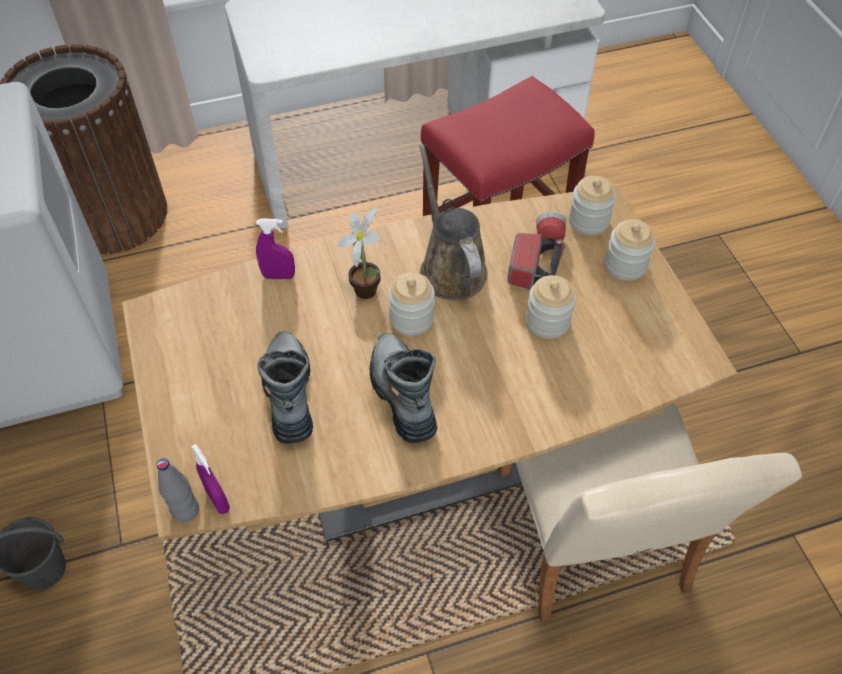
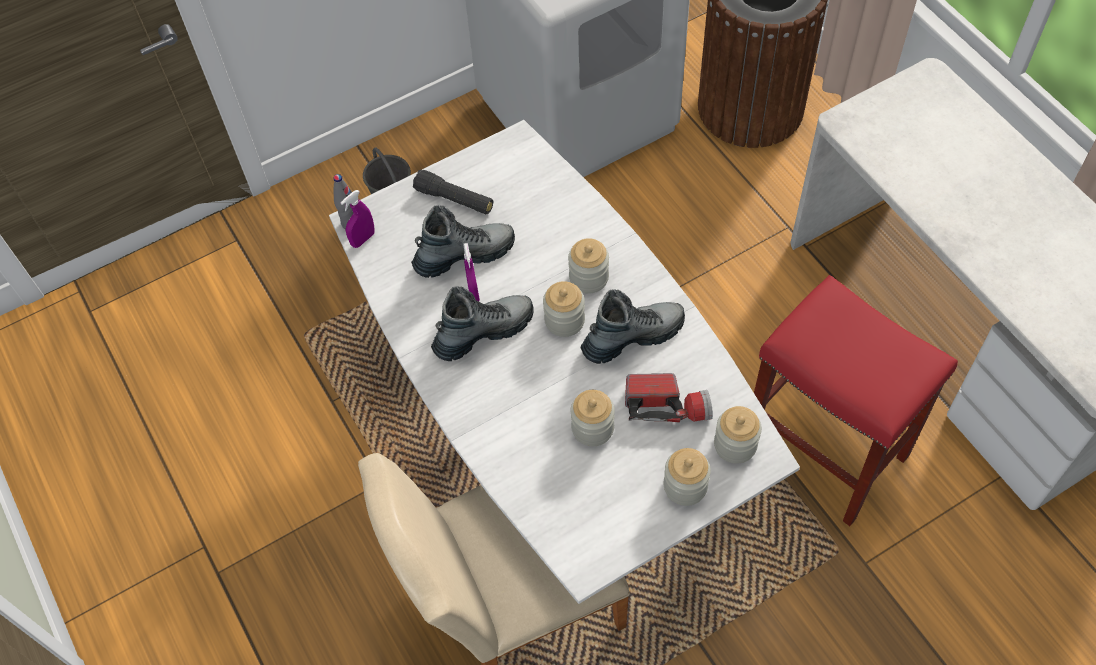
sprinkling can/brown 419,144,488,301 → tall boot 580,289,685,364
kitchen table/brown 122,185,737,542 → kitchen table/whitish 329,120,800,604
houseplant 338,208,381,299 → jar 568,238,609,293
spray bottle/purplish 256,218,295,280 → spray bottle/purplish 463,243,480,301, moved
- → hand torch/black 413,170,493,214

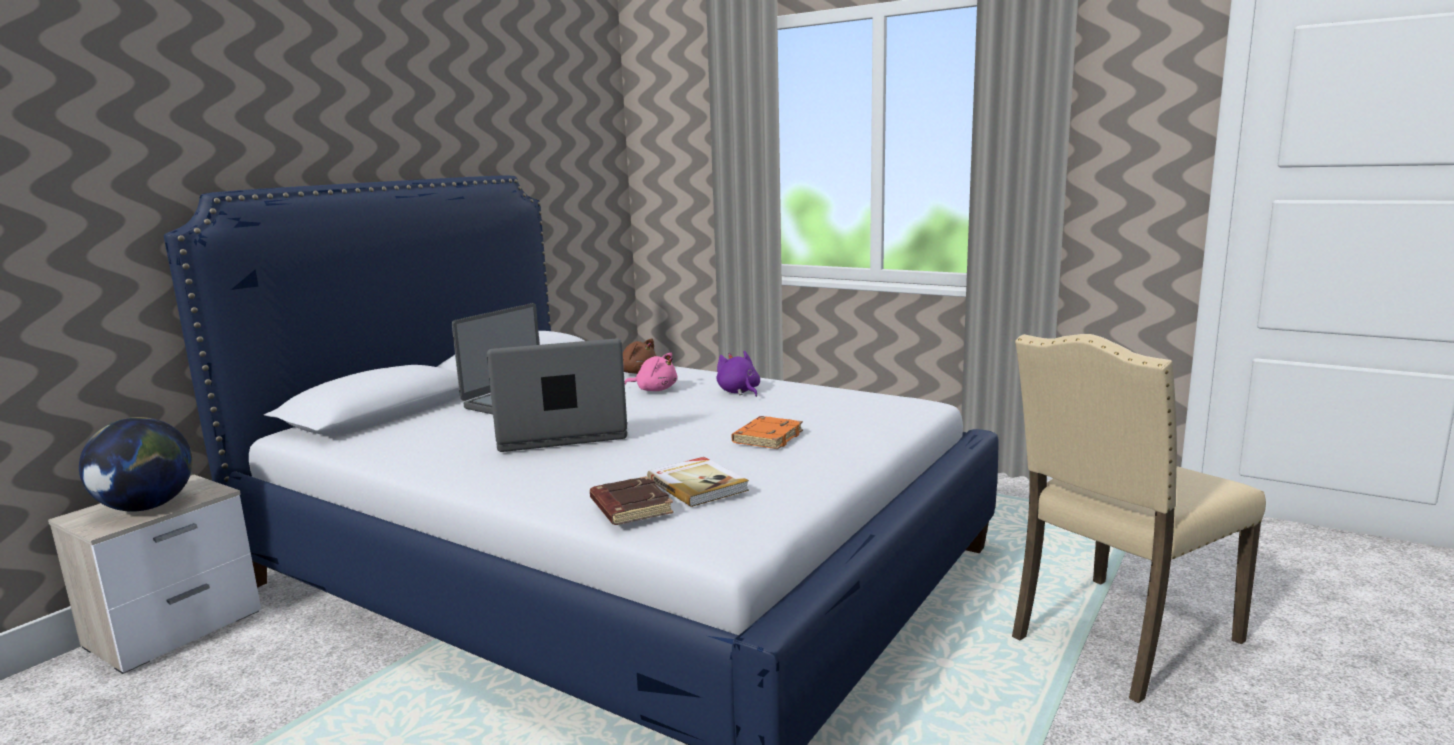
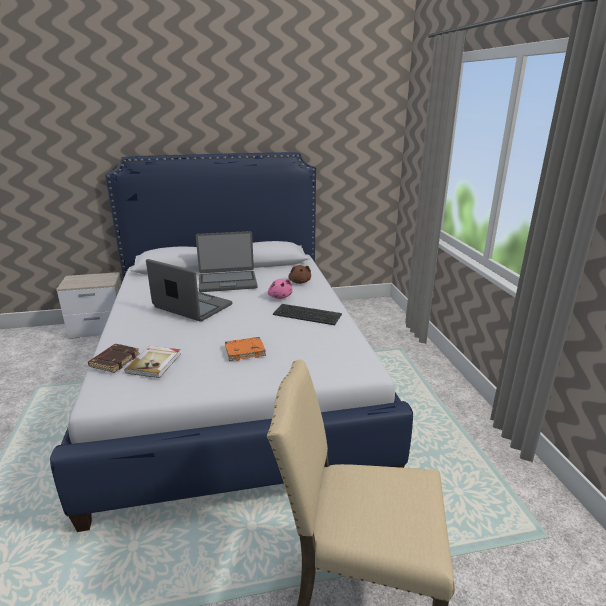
soft toy/purplish 717,351,760,397 → keyboard 273,304,342,325
desk globe 79,417,193,511 → -

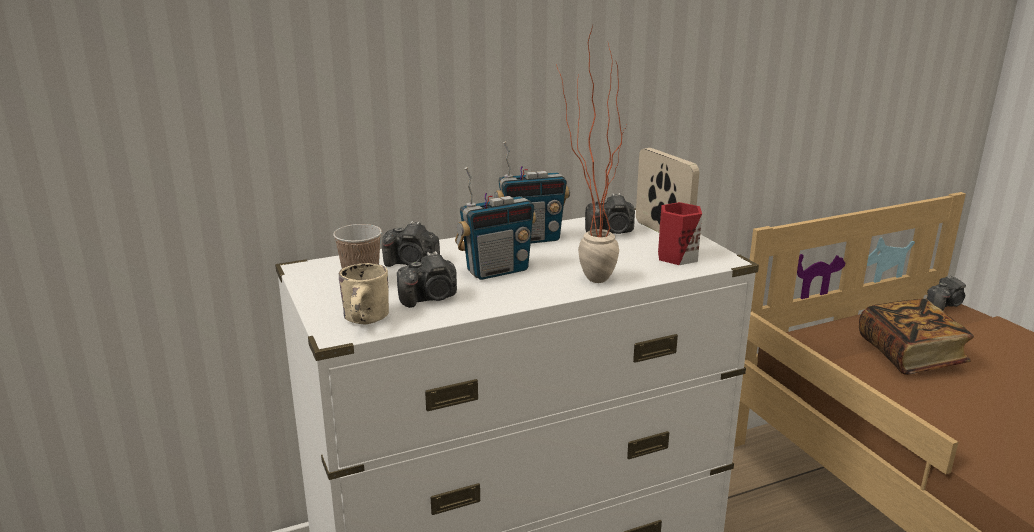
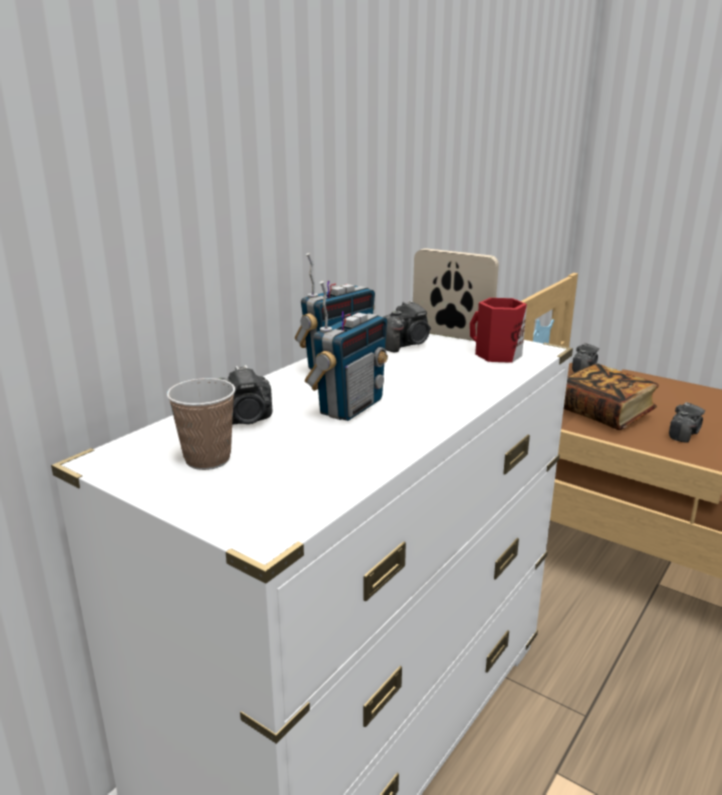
houseplant 556,25,627,283 → -
still camera 397,251,457,308 → still camera 669,402,705,443, moved
mug/beige 339,263,389,324 → -

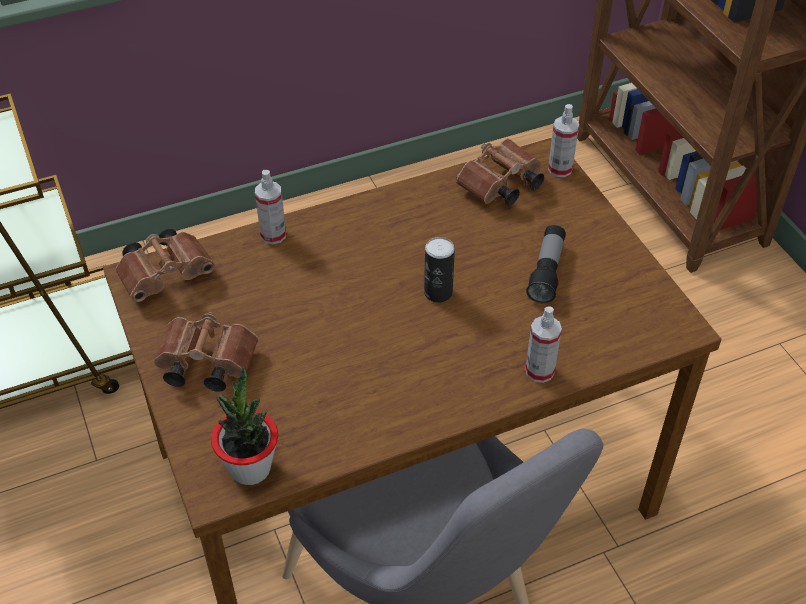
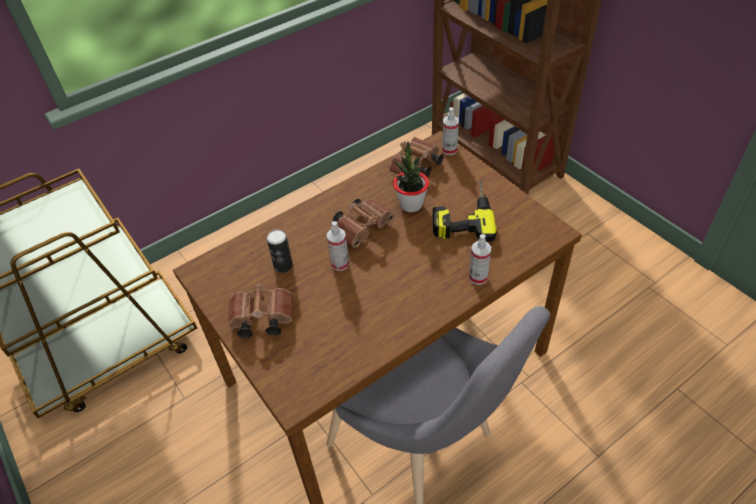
spray bottle 255,170,286,244 → spray bottle 327,221,349,271, moved
hand torch 526,225,566,303 → electric drill 433,180,497,242
pair of binoculars/brown 116,229,215,302 → pair of binoculars/brown 333,199,395,248, moved
metal can 424,237,455,303 → metal can 267,230,293,273, moved
houseplant 211,367,278,485 → houseplant 393,141,429,212, moved

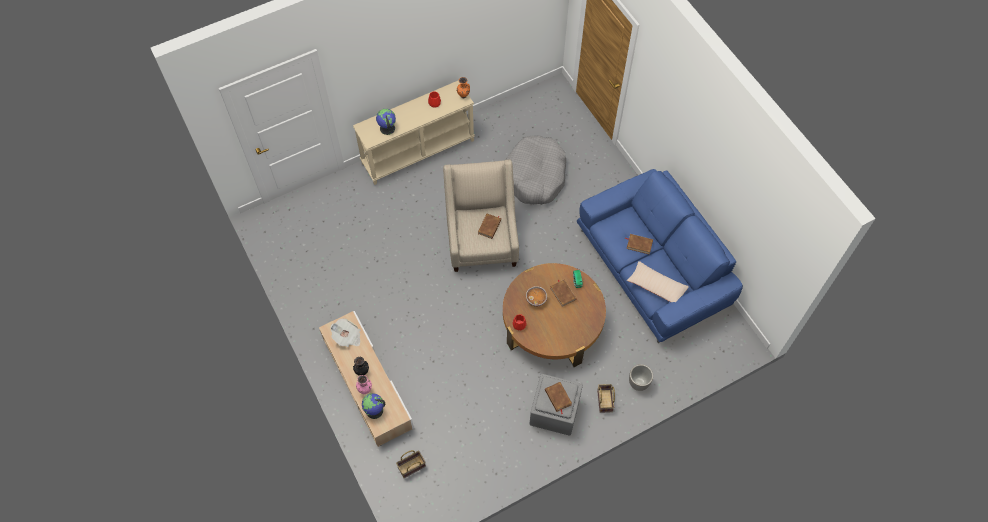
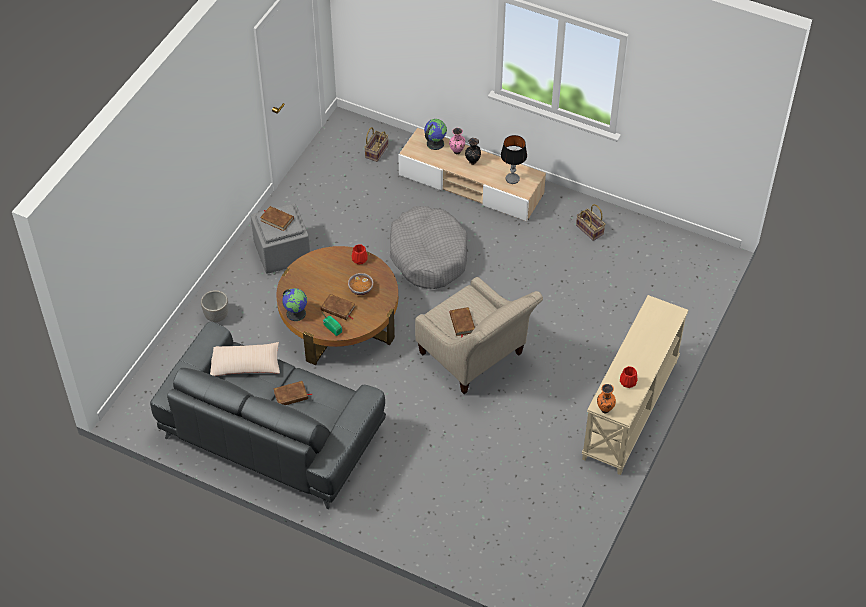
desk globe 376,109,396,135 → desk globe 282,288,307,321, moved
dog cushion/greyish 506,136,566,204 → dog cushion/greyish 390,206,467,289, moved
sofa/blue-coloured 577,169,743,343 → sofa/greyish 150,322,386,509
daily paper 330,318,361,347 → lamp for a table 501,135,527,184
basket 597,384,615,413 → basket 576,204,605,241, moved

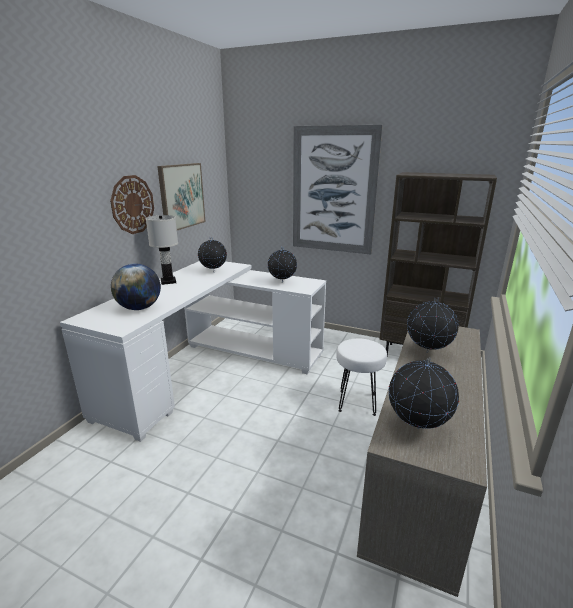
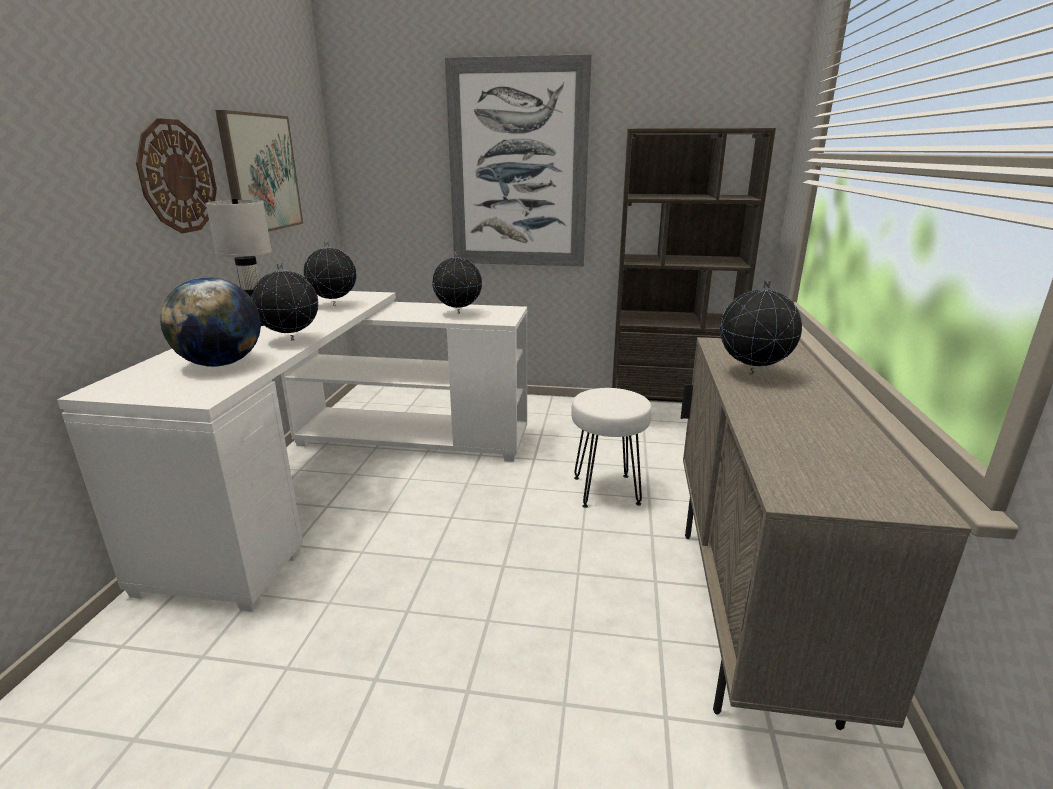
desk globe 389,357,459,429 → desk globe 252,263,318,341, moved

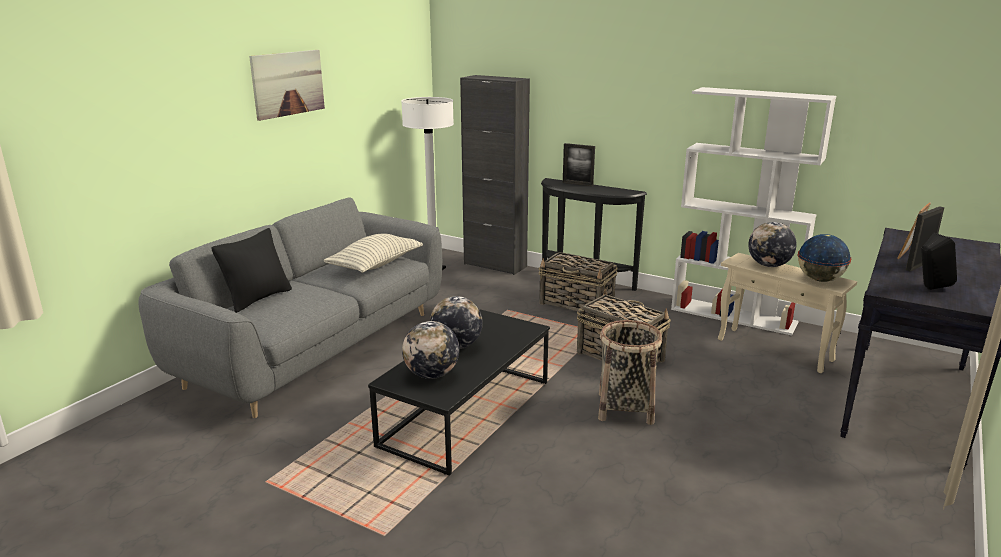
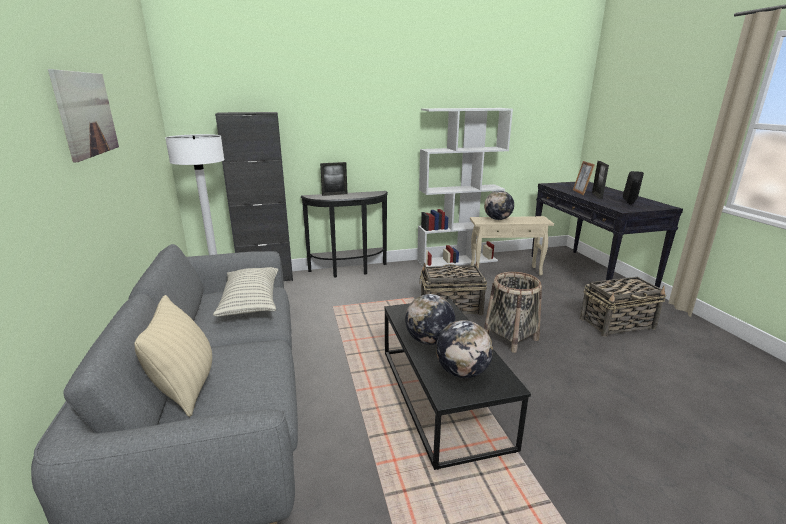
throw pillow/black 211,228,292,313 → throw pillow/beige 134,295,212,417
desk globe 798,234,851,282 → -
basket 538,252,618,311 → basket 580,277,666,337, moved

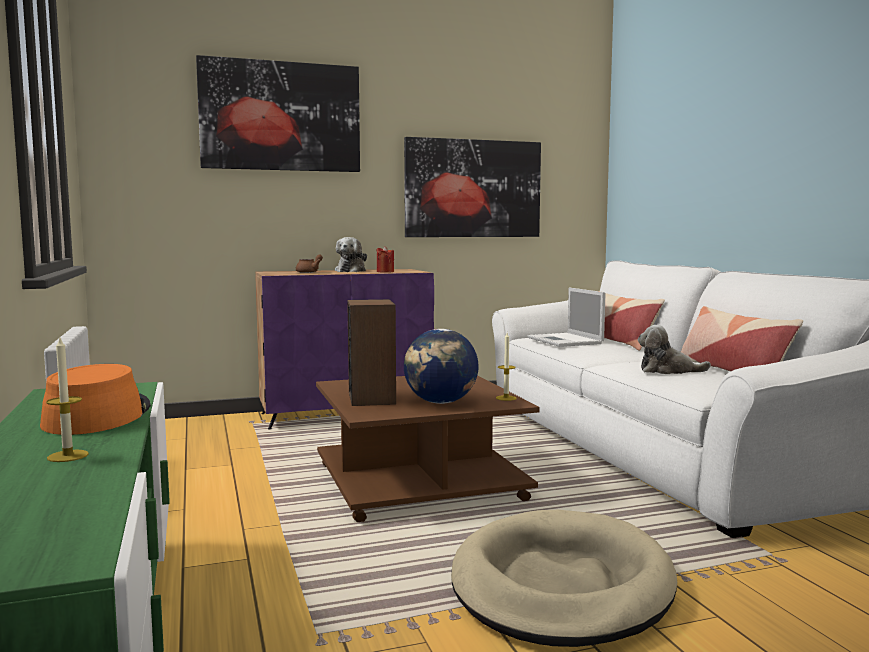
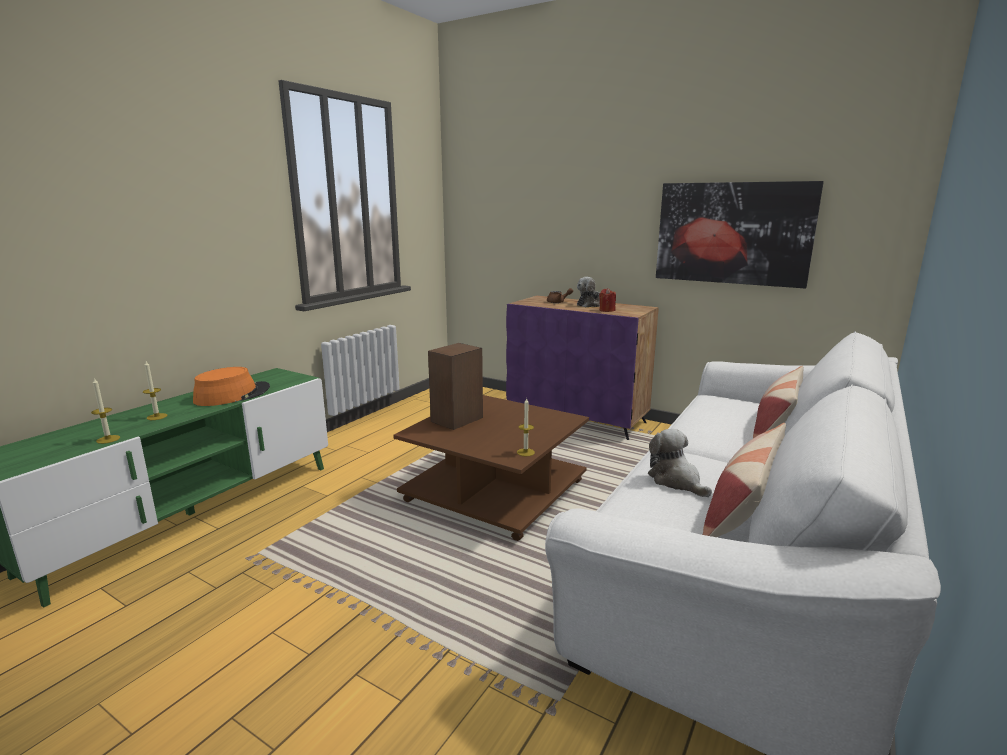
wall picture 196,55,360,172 → -
portable computer 527,287,606,347 → -
desk globe 404,329,479,404 → -
dog cushion/beige 451,510,677,647 → -
- → wax candle 91,378,120,444

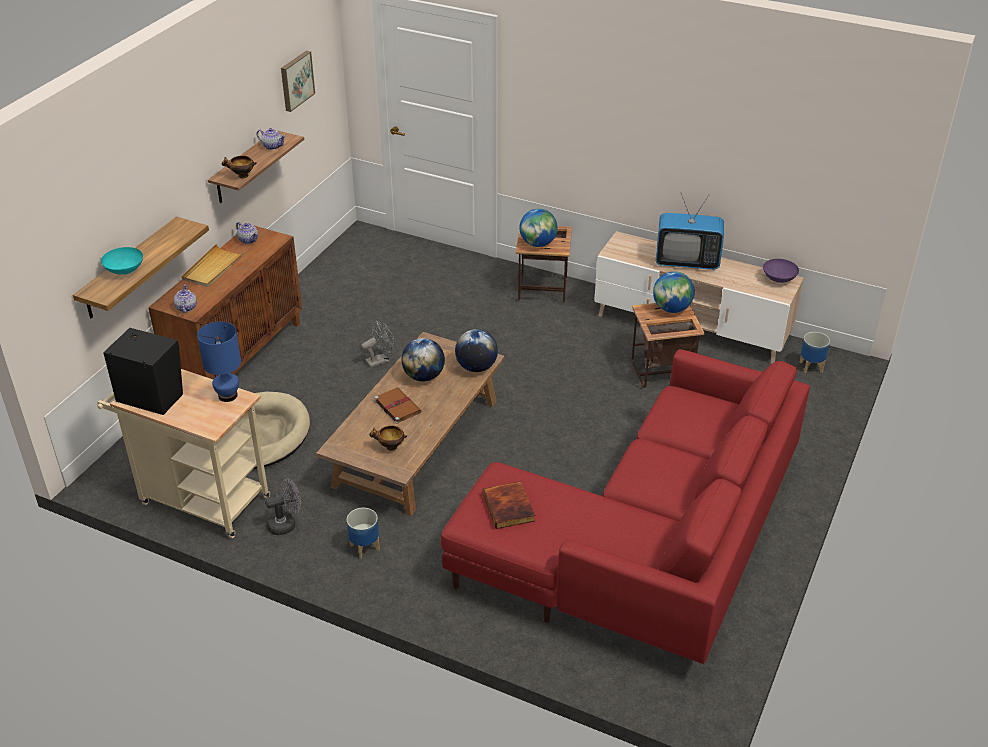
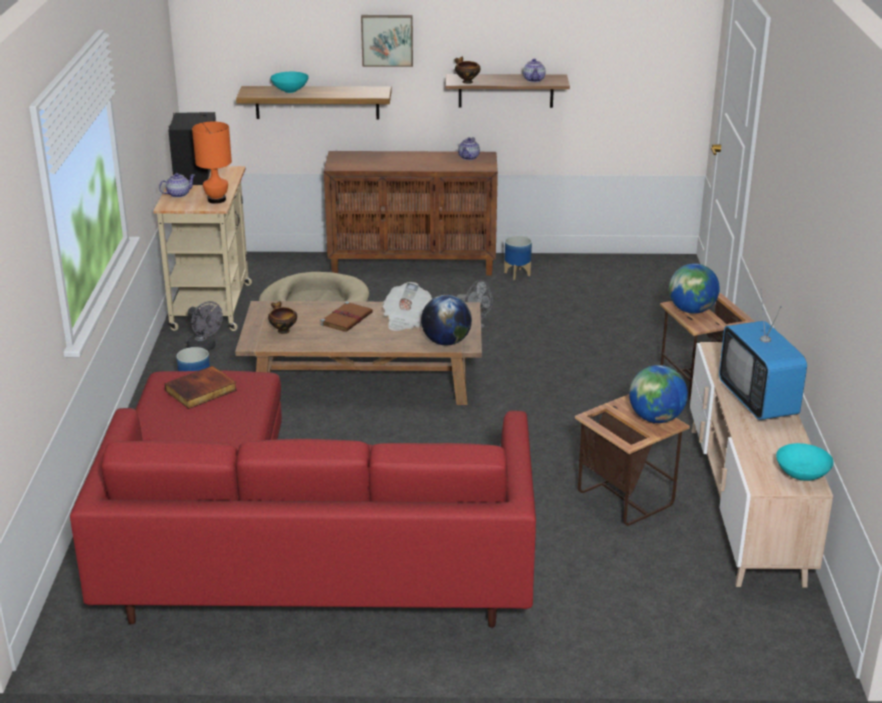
wall picture 281,51,315,112 → wall picture 361,15,413,67, moved
carrying tray/beige 182,244,245,287 → -
deep dish/purplish 763,259,799,283 → deep dish/turquoise-coloured 776,443,834,481
teapot 174,284,197,313 → teapot 159,173,195,198, moved
lamp for a table/blue-coloured 197,321,241,402 → lamp for a table/orange 192,122,232,204
planter 800,332,830,373 → planter 504,236,532,280, moved
desk globe 401,338,445,381 → daily paper 382,282,432,331

